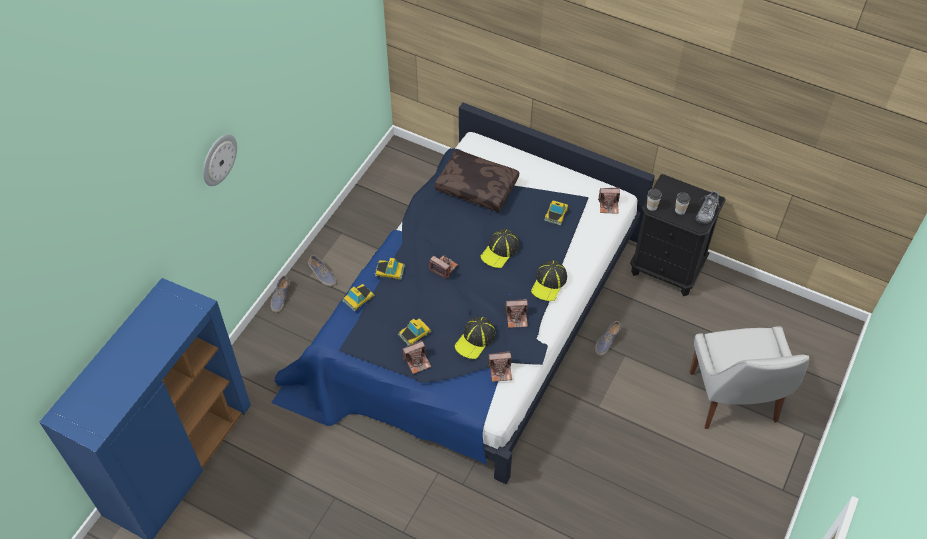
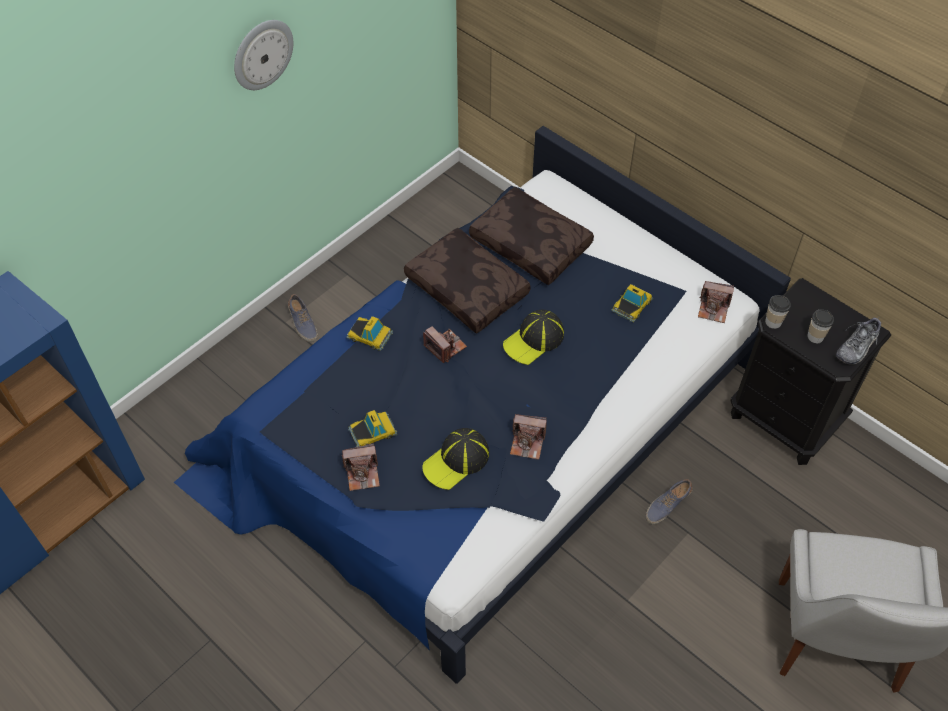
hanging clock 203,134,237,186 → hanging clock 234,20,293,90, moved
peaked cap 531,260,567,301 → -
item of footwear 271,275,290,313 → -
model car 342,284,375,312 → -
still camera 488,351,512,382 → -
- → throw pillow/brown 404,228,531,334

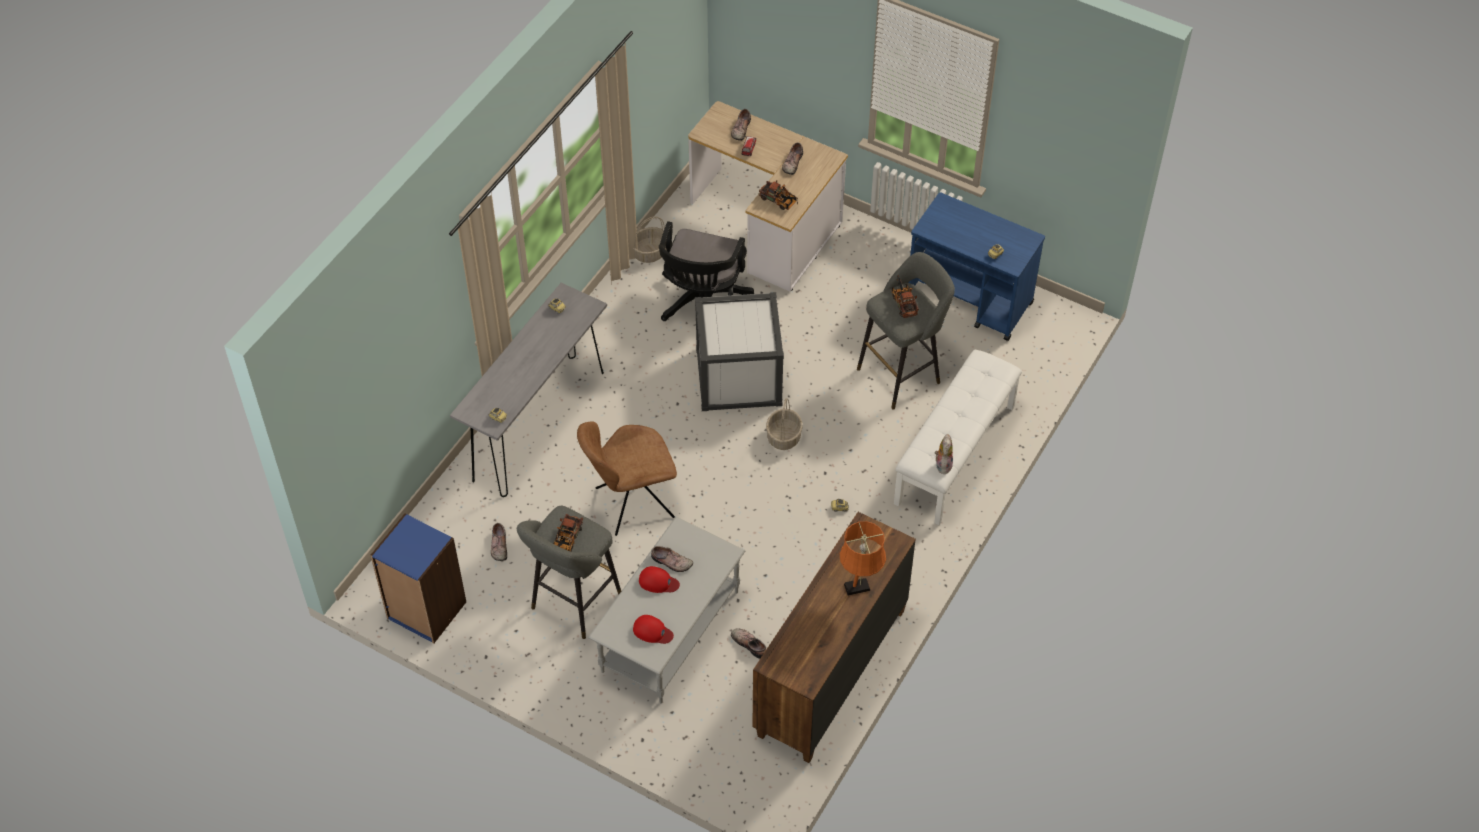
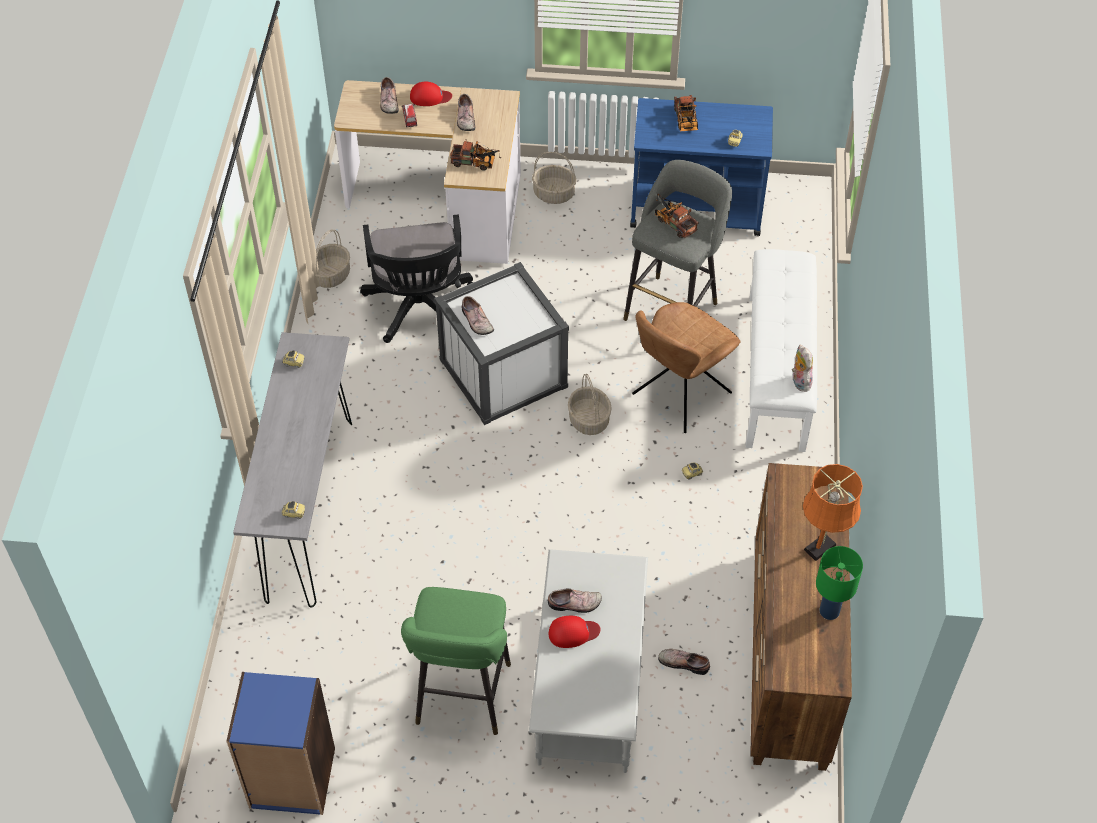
upright chair/brown 577,421,677,536 → upright chair/brown 632,302,741,433, moved
sitting stool/greyish 517,506,621,639 → sitting stool/green-coloured 401,587,511,735
toy truck 553,514,583,552 → toy truck 674,95,698,131, moved
item of footwear 491,523,507,561 → item of footwear 462,296,494,335, moved
peaked cap/red-coloured 633,615,674,644 → peaked cap/red-coloured 410,82,452,106, moved
- → basket 532,152,576,204
- → lamp for a table/green-coloured 816,546,863,620

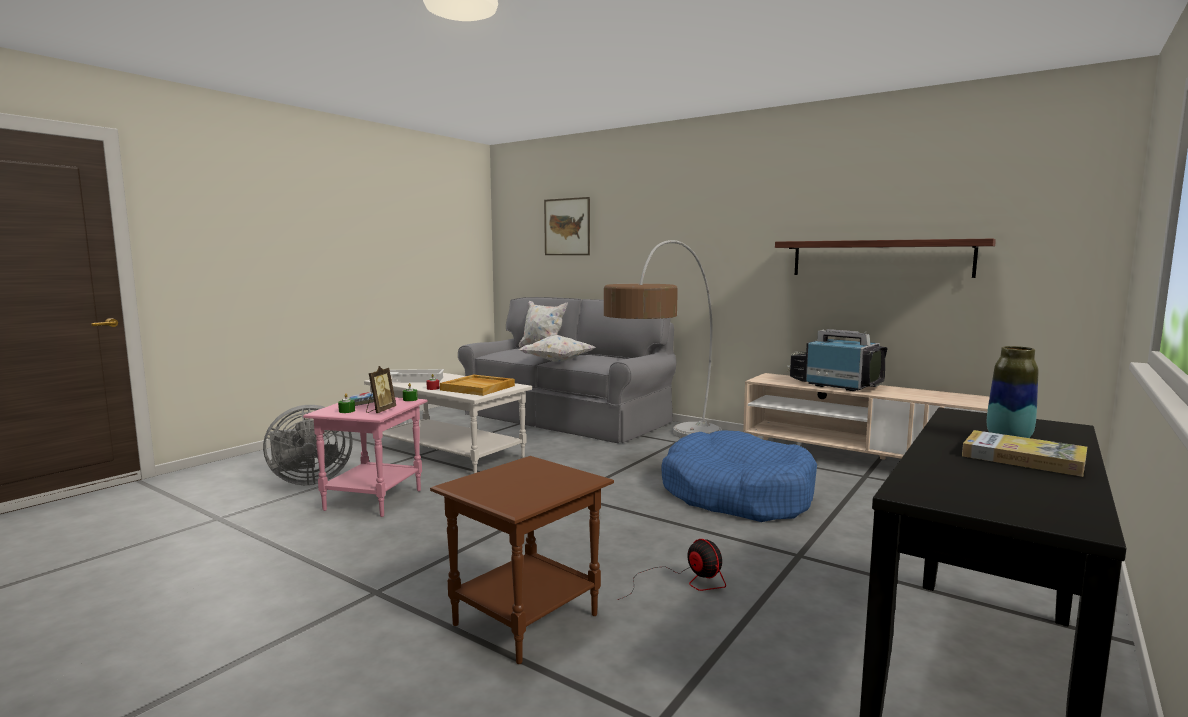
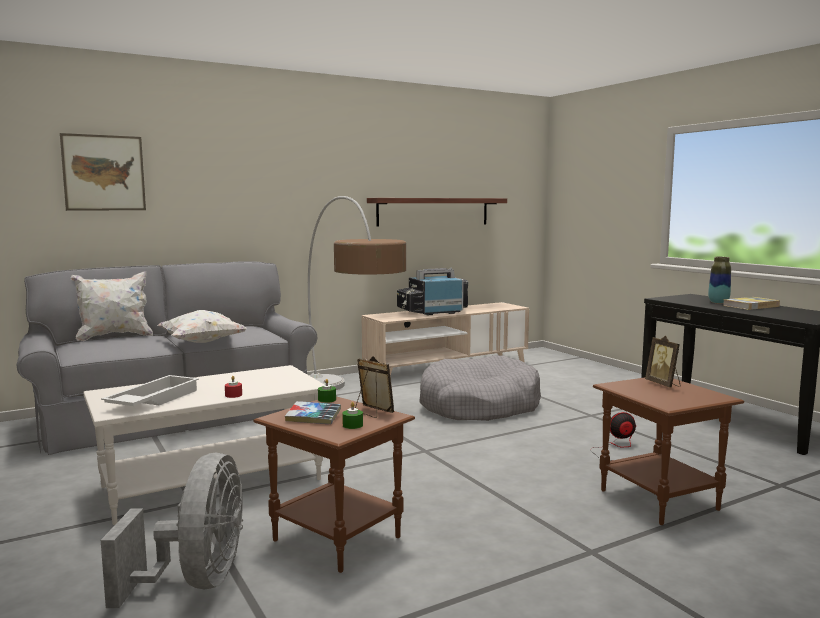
carrying tray/beige 440,375,515,396 → -
accent table/pinkish 303,398,428,517 → accent table/brown 254,397,415,573
dog cushion/blue-coloured 661,430,817,522 → dog cushion/greyish 419,355,541,421
- → standing frame 645,335,681,388

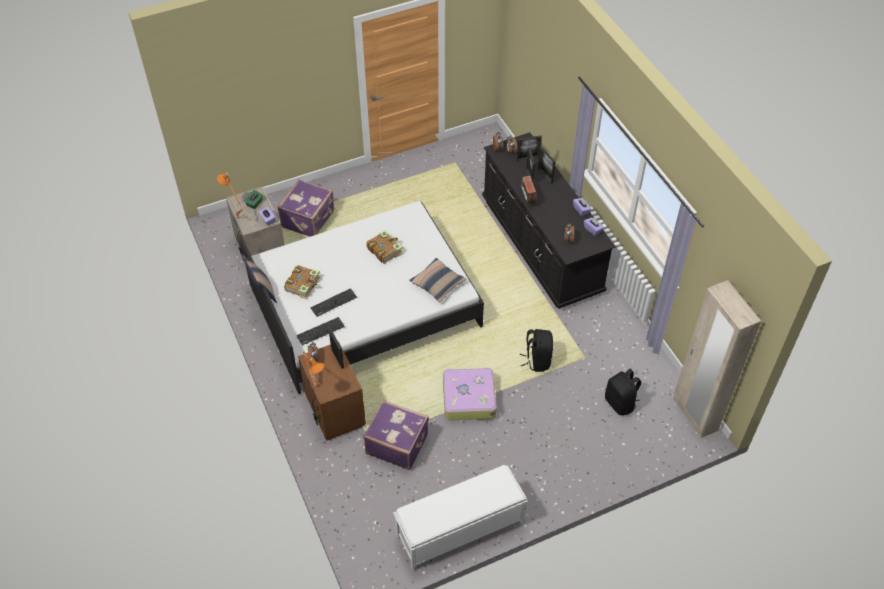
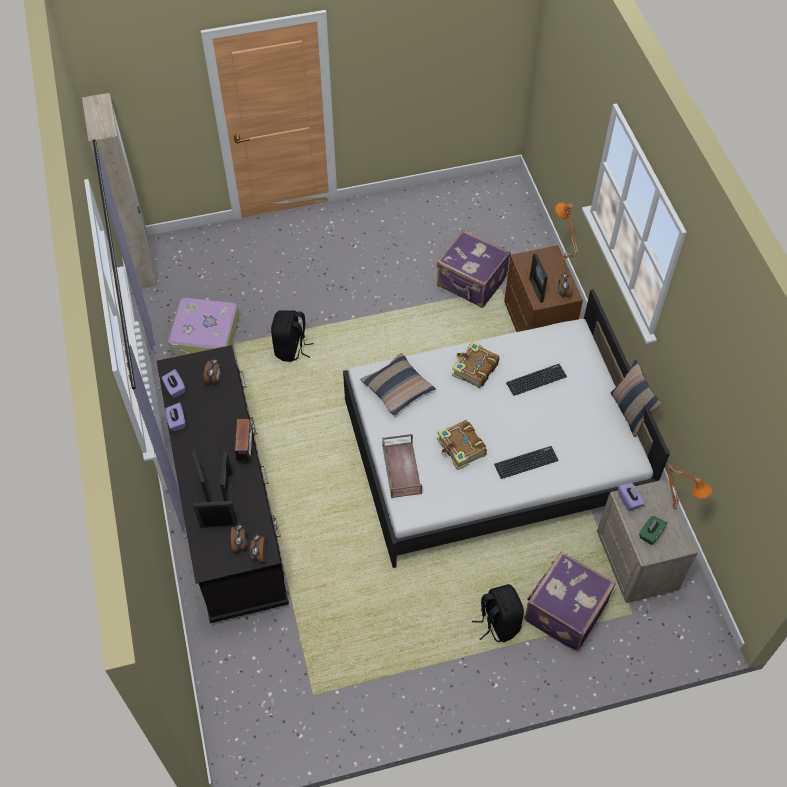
bound book 284,265,320,299 → bound book 452,341,500,388, moved
keyboard 296,317,345,345 → keyboard 494,446,559,479, moved
piece of luggage 443,367,497,421 → piece of luggage 168,298,239,356, moved
knapsack/black 605,369,641,415 → knapsack/black 472,584,524,642, moved
indoor bench/whitish 393,465,528,571 → -
- → carrying tray/brown 382,434,422,498

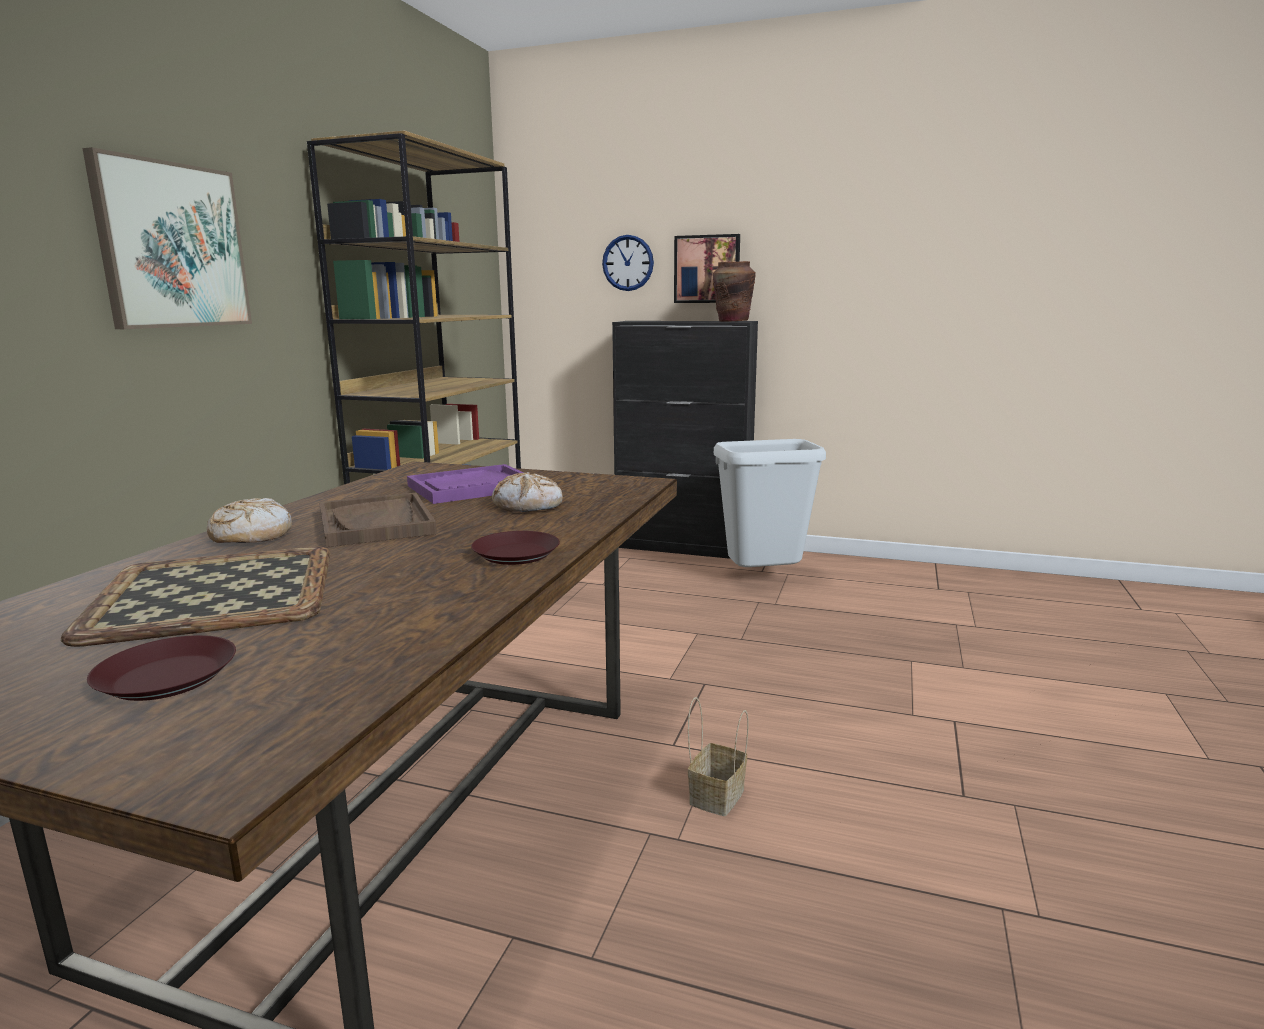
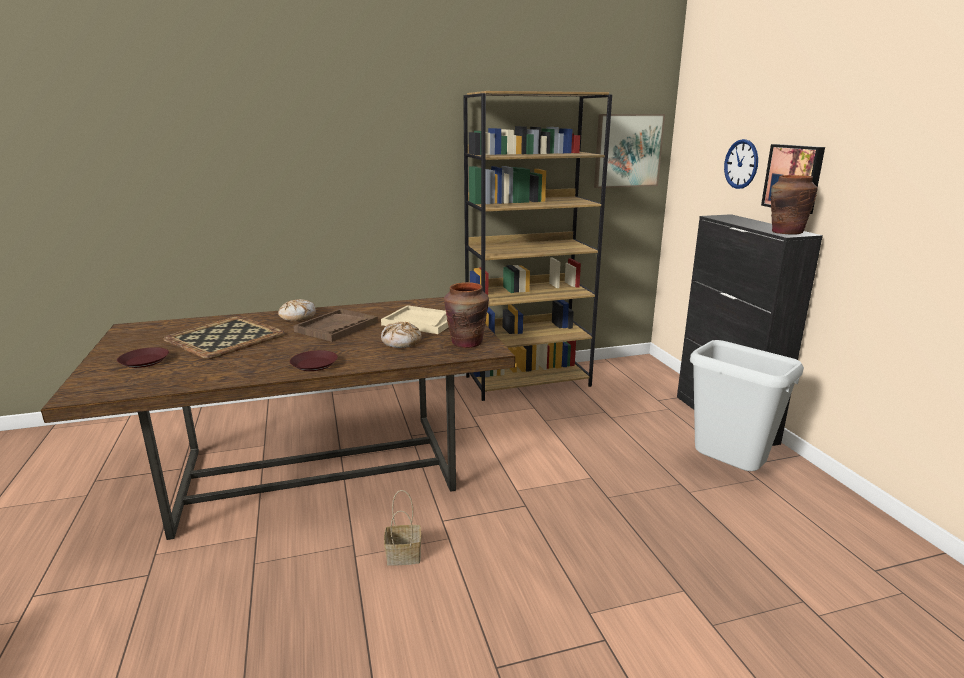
wall picture 82,147,252,329 → wall picture 594,114,665,188, moved
carrying tray/purplish 407,464,524,504 → carrying tray/beige 381,305,448,334
- → vase/brown 444,282,489,348

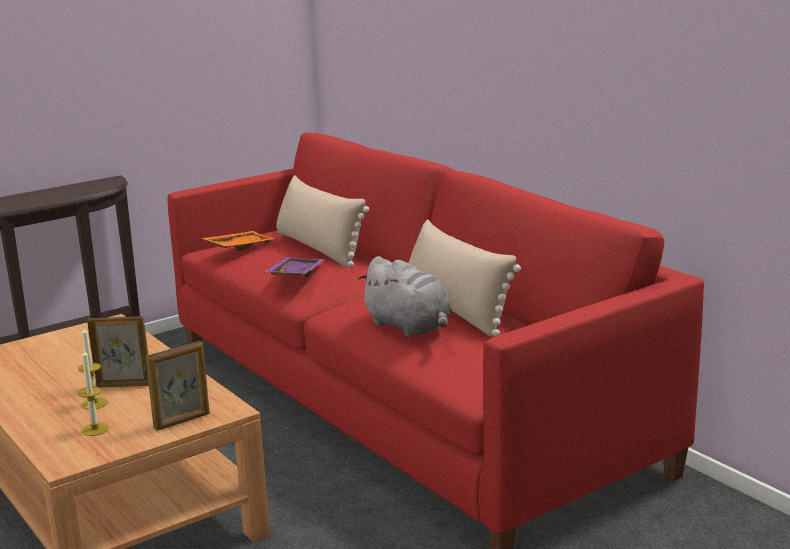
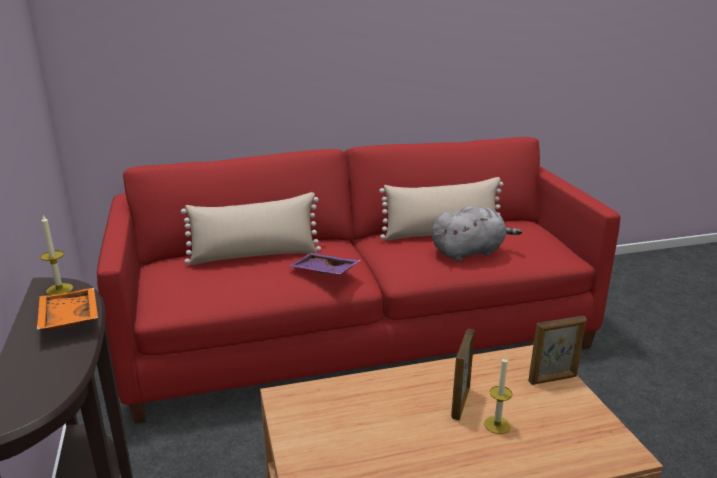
carrying tray/orange 202,231,275,251 → carrying tray/orange 37,288,98,330, moved
standing frame 146,341,210,431 → standing frame 528,316,587,385, 90 degrees clockwise
wax candle 78,349,109,436 → wax candle 40,215,73,295, moved

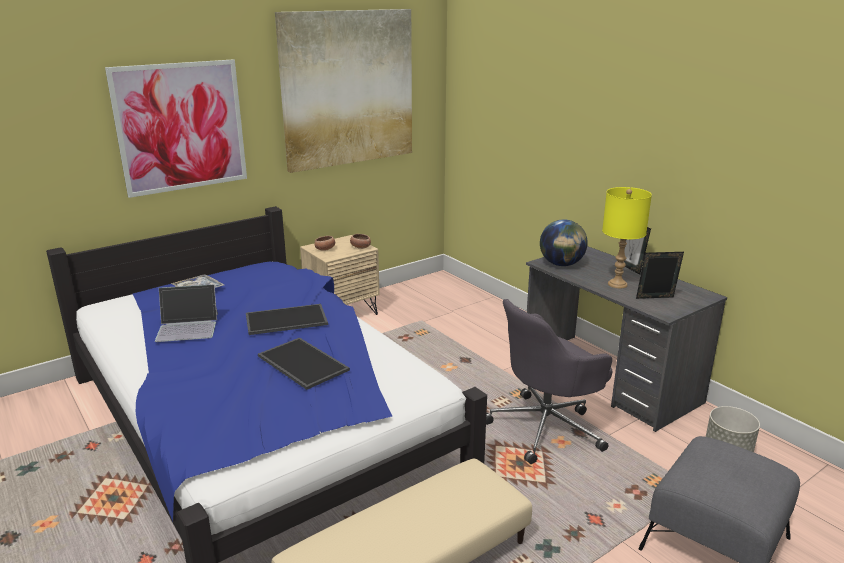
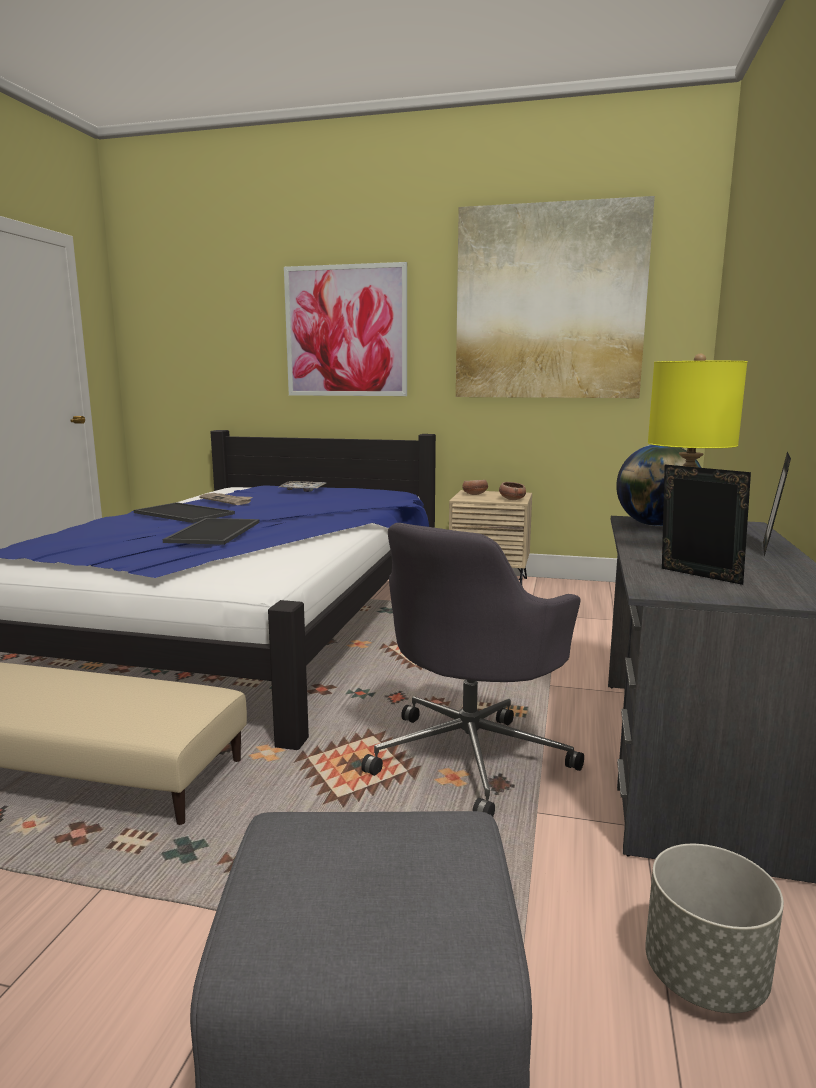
portable computer 155,284,218,342 → daily paper 199,493,253,505
office chair/greyish 486,299,613,464 → office chair/greyish 361,523,584,817, 75 degrees counterclockwise
carrying tray 246,304,328,335 → carrying tray 134,502,235,523, moved

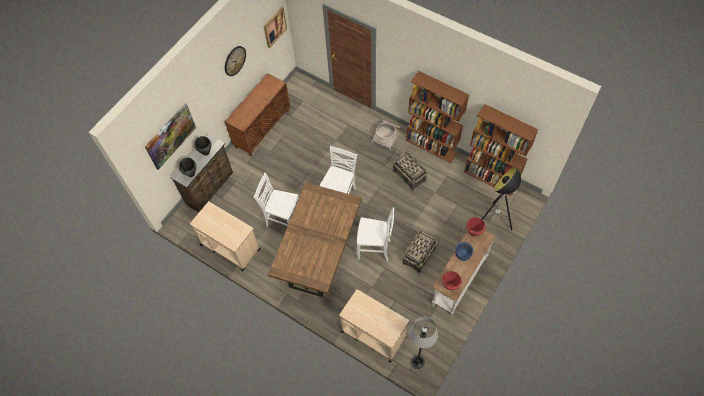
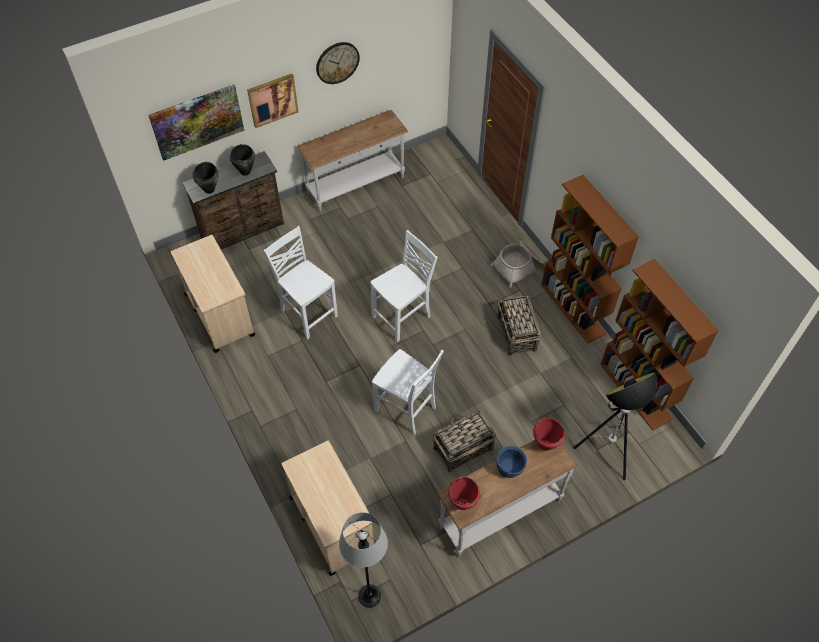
wall picture 264,7,287,48 → wall picture 247,74,299,128, moved
cupboard/brown 225,73,290,156 → narrow table/whitish 297,110,408,212
kitchen table/brown 268,182,362,297 → -

